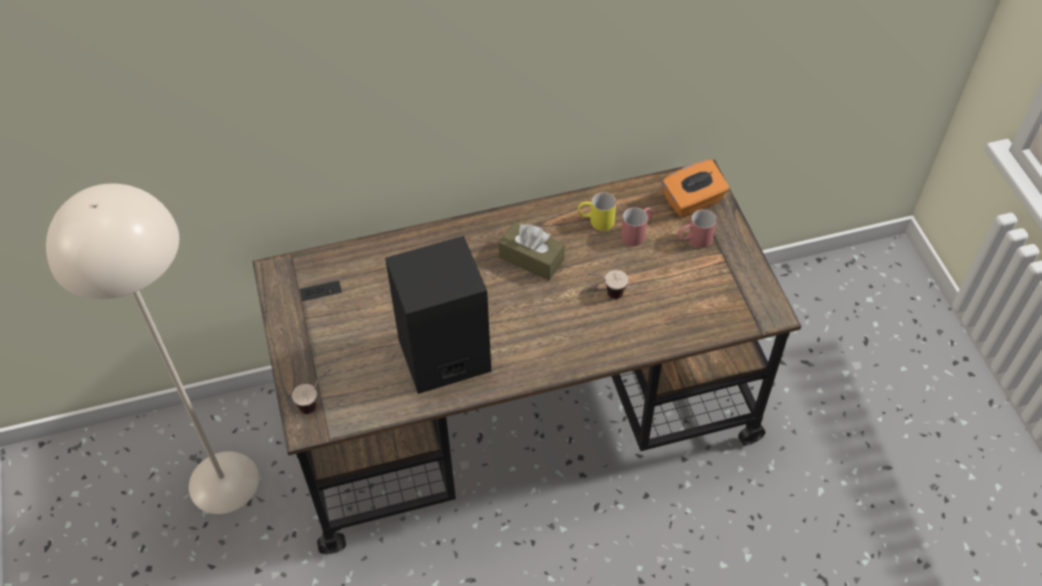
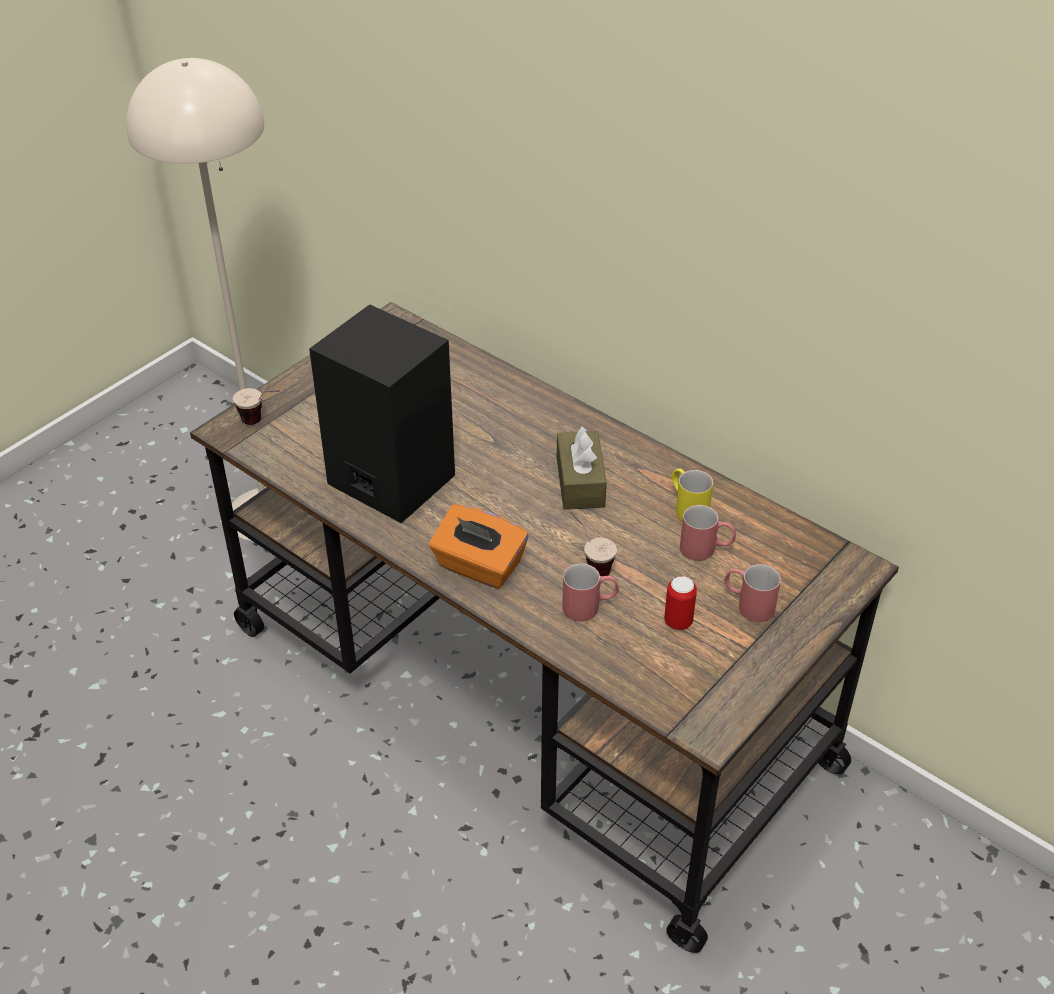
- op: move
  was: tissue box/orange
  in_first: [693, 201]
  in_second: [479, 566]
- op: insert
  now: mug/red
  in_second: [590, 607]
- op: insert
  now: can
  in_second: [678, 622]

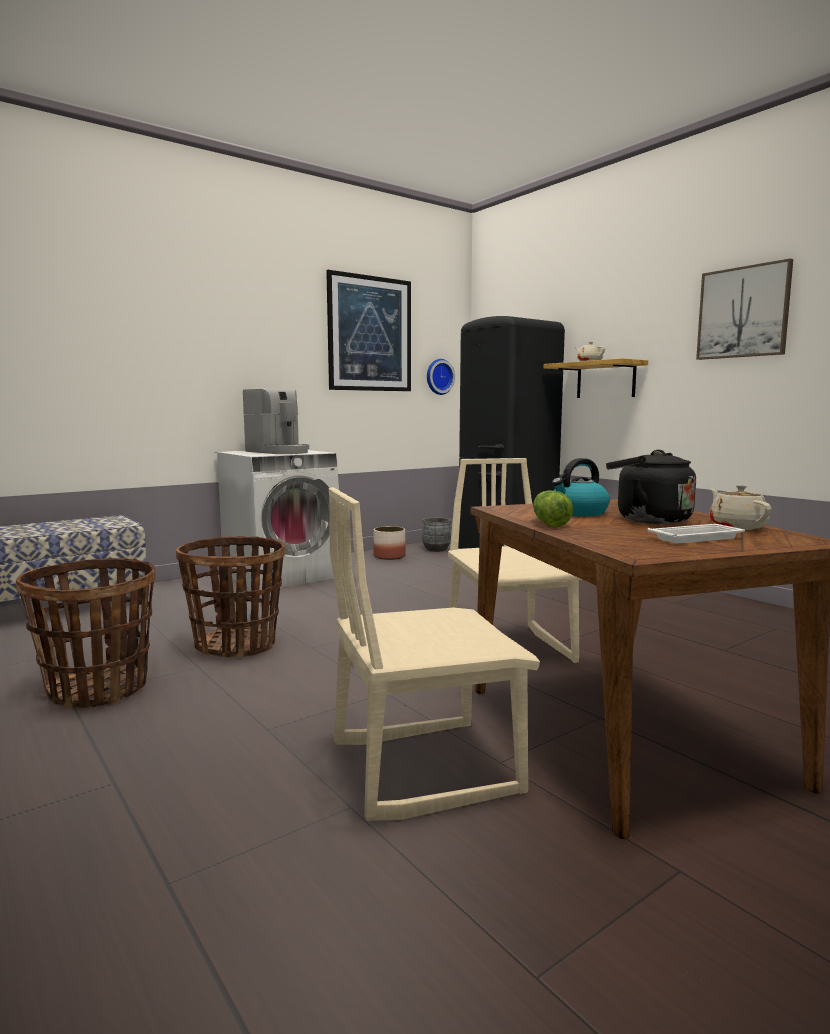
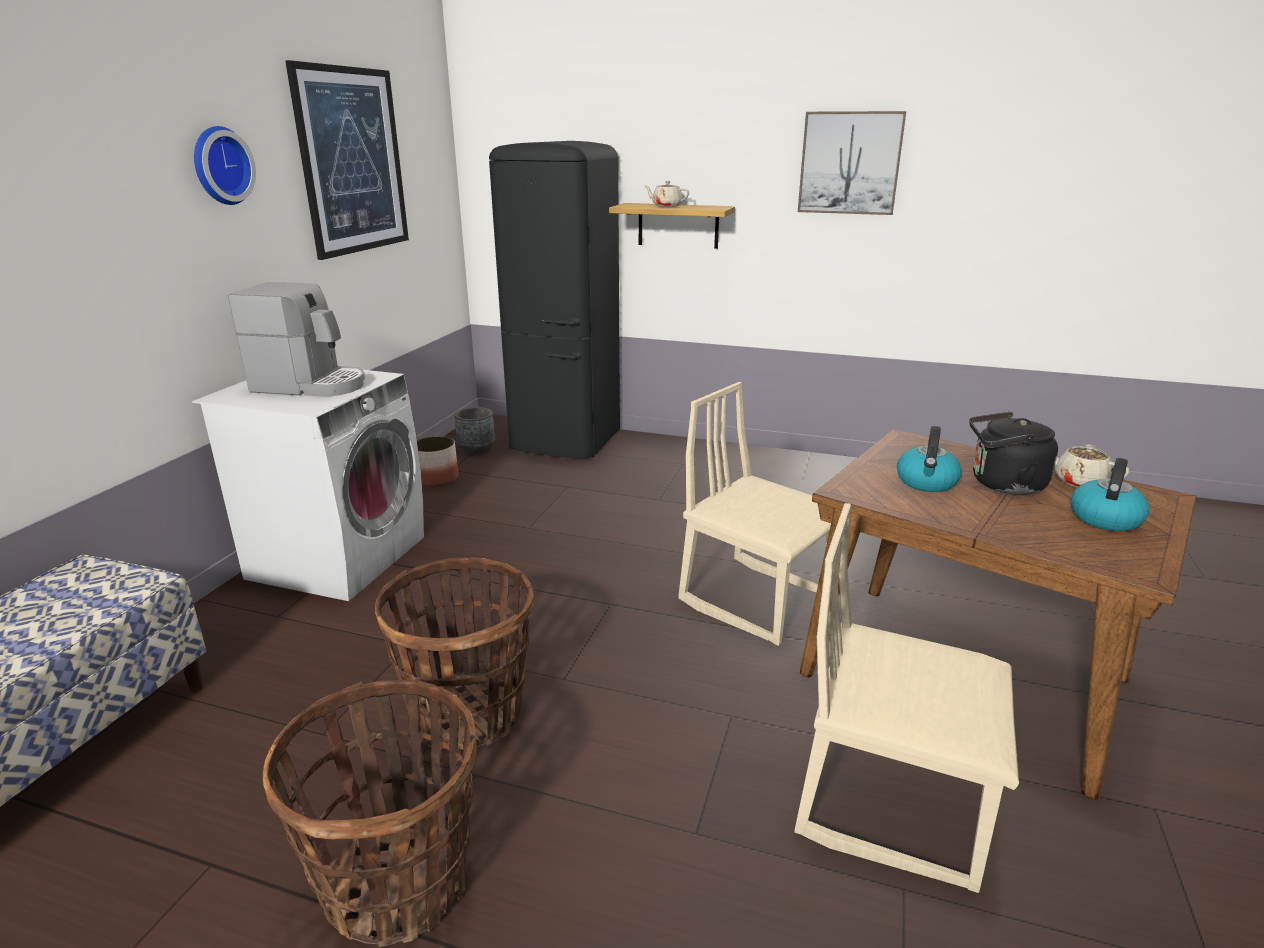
- op: move
  was: wall clock
  in_first: [438, 377]
  in_second: [219, 166]
- op: rotate
  was: chair/beige
  in_first: [424, 767]
  in_second: [890, 801]
  clockwise: 75
- op: delete
  was: lettuce
  in_first: [549, 523]
- op: replace
  was: tray/white
  now: kettle
  in_first: [697, 538]
  in_second: [1104, 518]

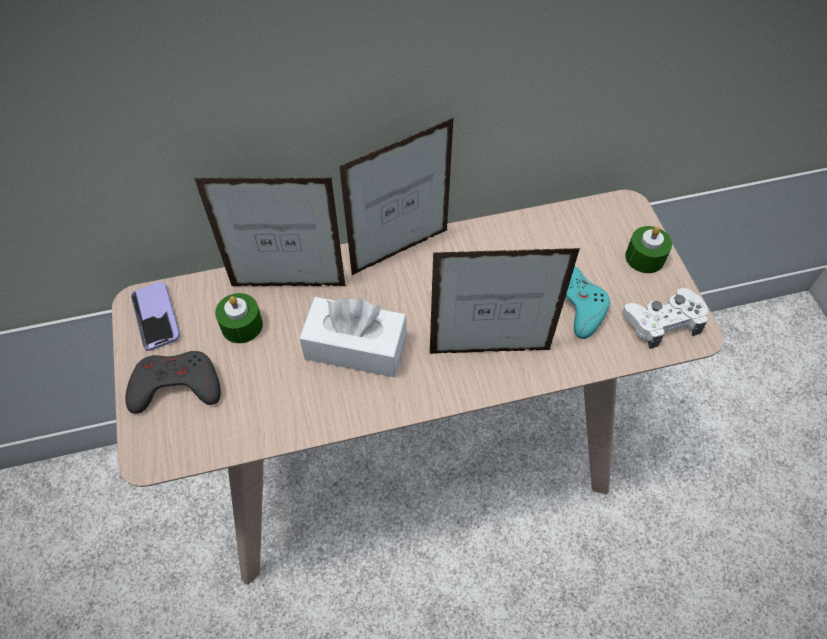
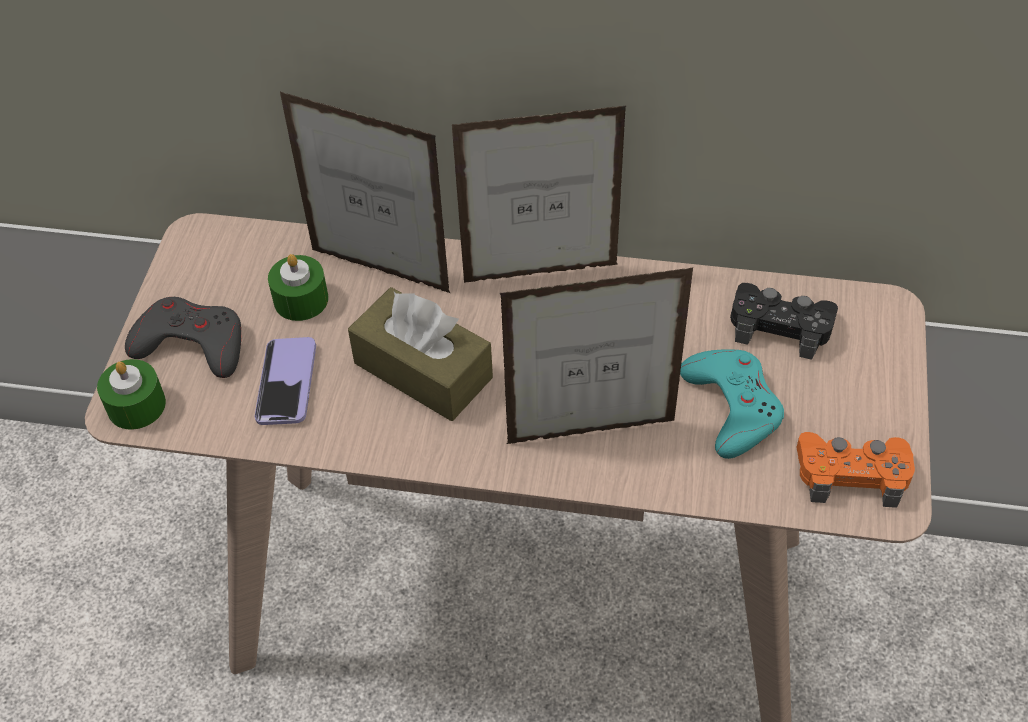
- op: move
  was: candle/green
  in_first: [645, 257]
  in_second: [136, 405]
- op: rotate
  was: picture frame
  in_first: [490, 351]
  in_second: [590, 432]
  clockwise: 150
- op: move
  was: phone
  in_first: [156, 317]
  in_second: [286, 383]
- op: recolor
  was: game controller/white
  now: game controller/orange
  in_first: [663, 321]
  in_second: [851, 474]
- op: recolor
  was: tissue box/white
  now: tissue box/brown
  in_first: [355, 347]
  in_second: [423, 370]
- op: insert
  now: game controller/black
  in_second: [780, 326]

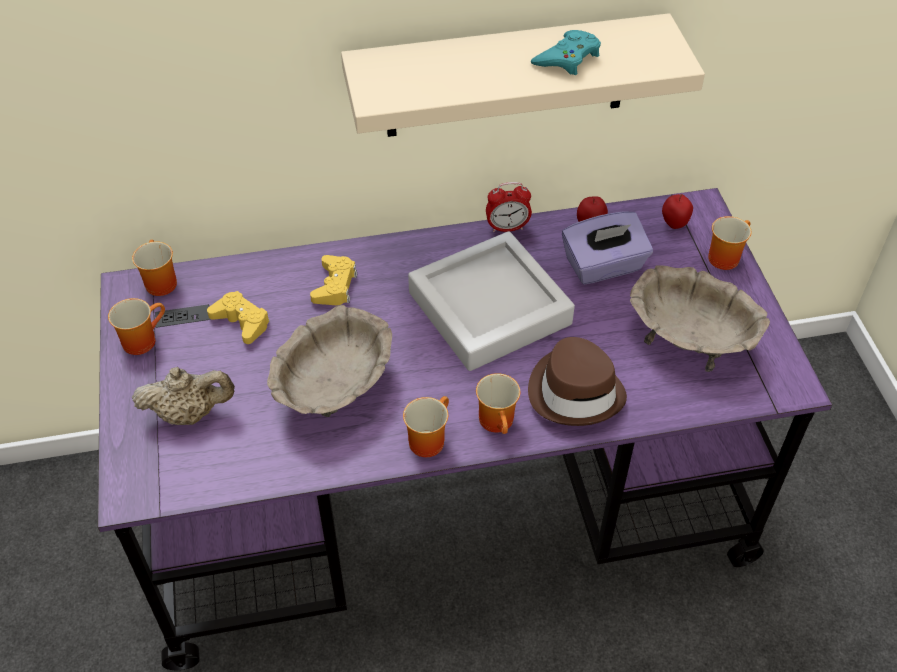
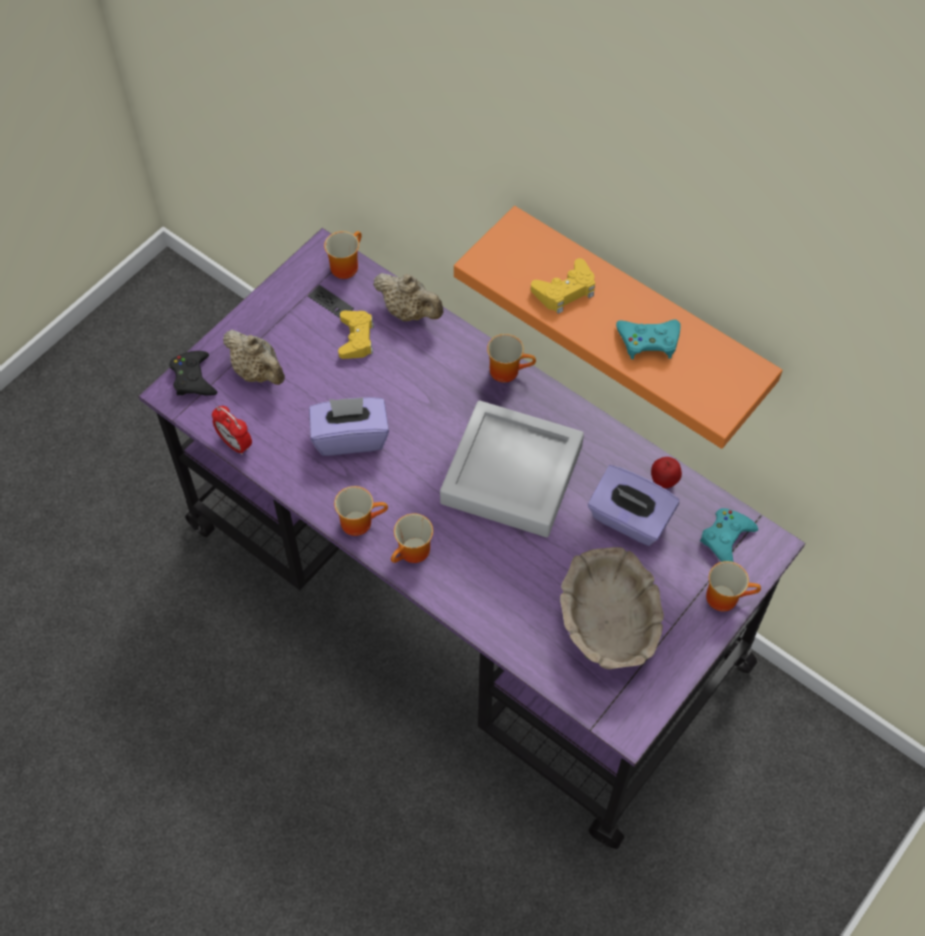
- op: recolor
  was: shelf/beige
  now: shelf/orange
  in_first: [506, 77]
  in_second: [638, 316]
- op: move
  was: alarm clock
  in_first: [507, 228]
  in_second: [235, 444]
- op: replace
  was: apple
  now: game controller/turquoise
  in_first: [674, 224]
  in_second: [726, 538]
- op: move
  was: game controller/yellow
  in_first: [335, 286]
  in_second: [565, 291]
- op: move
  was: mug
  in_first: [141, 339]
  in_second: [508, 369]
- op: replace
  was: bowl/beige
  now: tissue box/purple
  in_first: [335, 390]
  in_second: [350, 437]
- op: delete
  was: hat/brown
  in_first: [575, 391]
- op: insert
  now: teapot/beige
  in_second: [410, 312]
- op: insert
  now: game controller/black
  in_second: [193, 378]

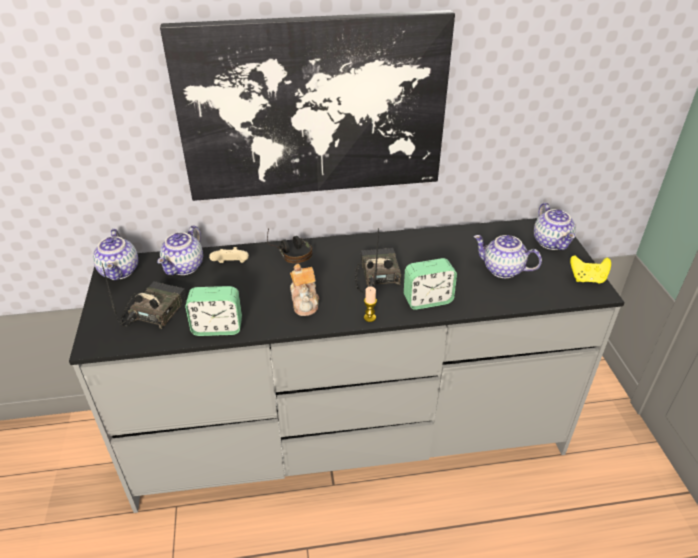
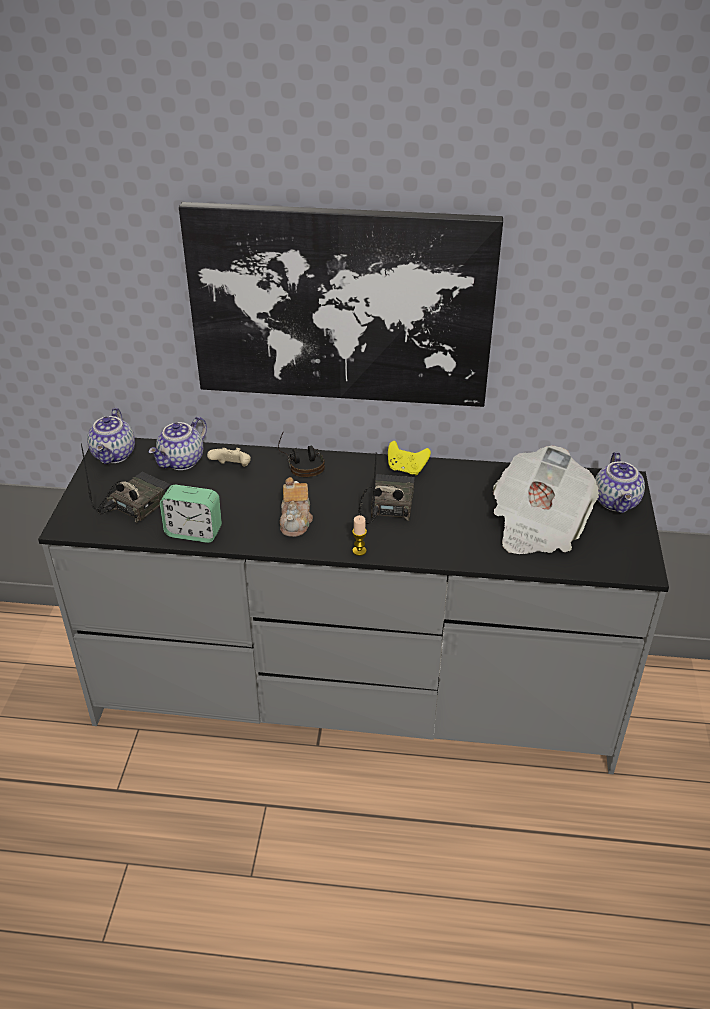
- op: replace
  was: teapot
  now: newspaper
  in_first: [502, 270]
  in_second: [537, 524]
- op: move
  was: game controller/yellow
  in_first: [587, 279]
  in_second: [406, 469]
- op: delete
  was: alarm clock
  in_first: [427, 300]

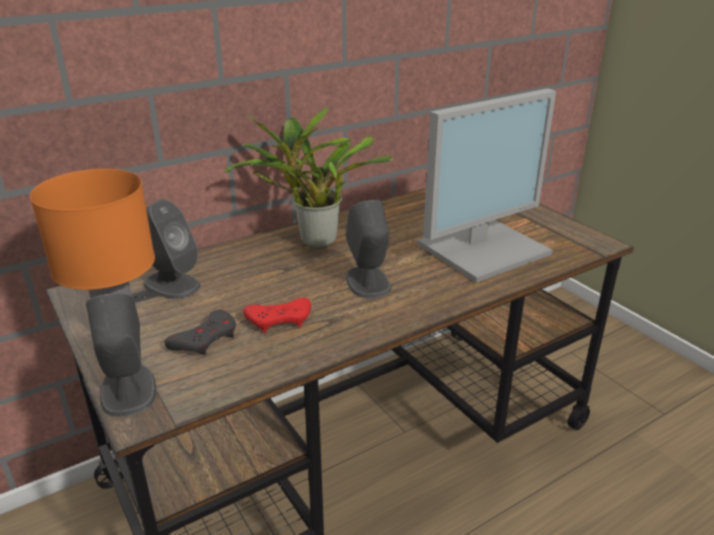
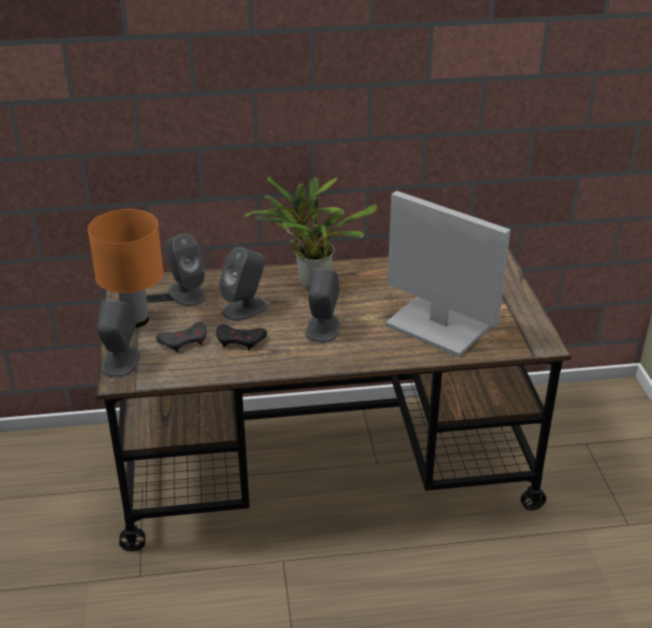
- op: rotate
  was: monitor
  in_first: [483, 248]
  in_second: [439, 323]
  clockwise: -135
- op: recolor
  was: game controller/red
  now: game controller/black
  in_first: [279, 319]
  in_second: [240, 340]
- op: insert
  now: speaker/grey
  in_second: [245, 308]

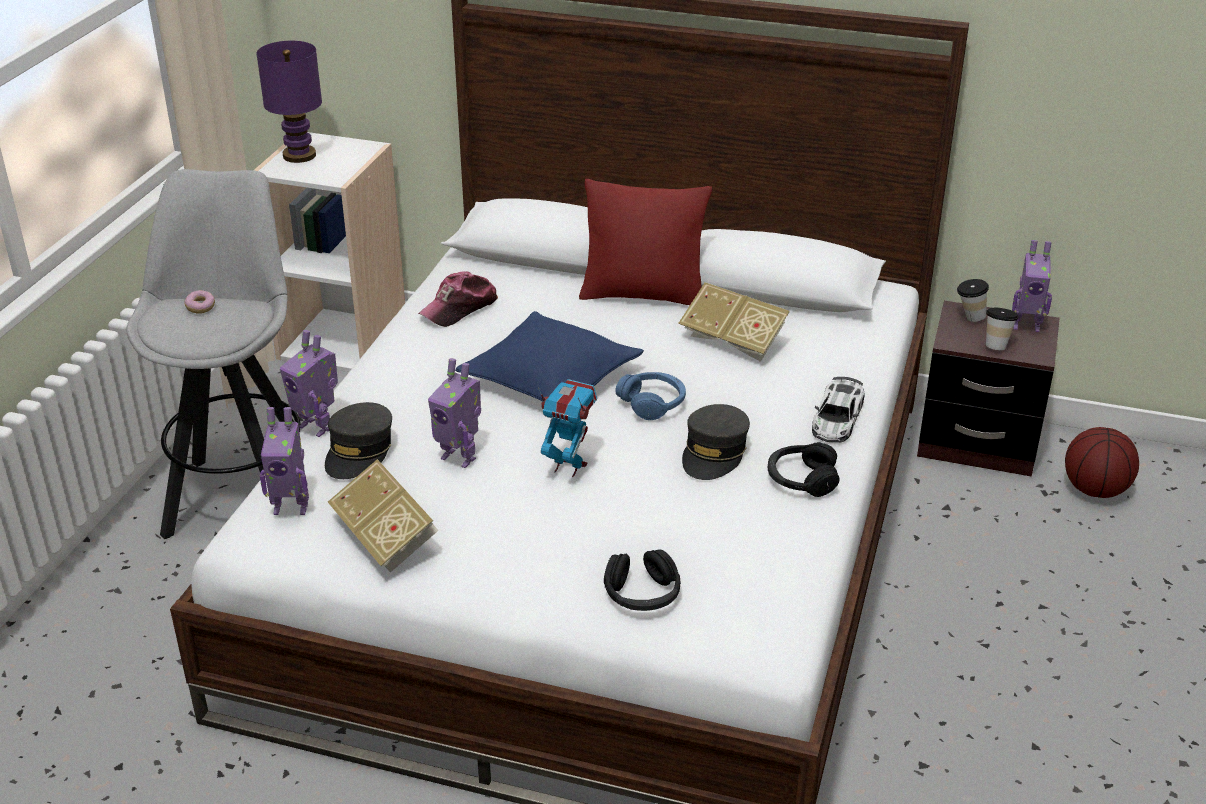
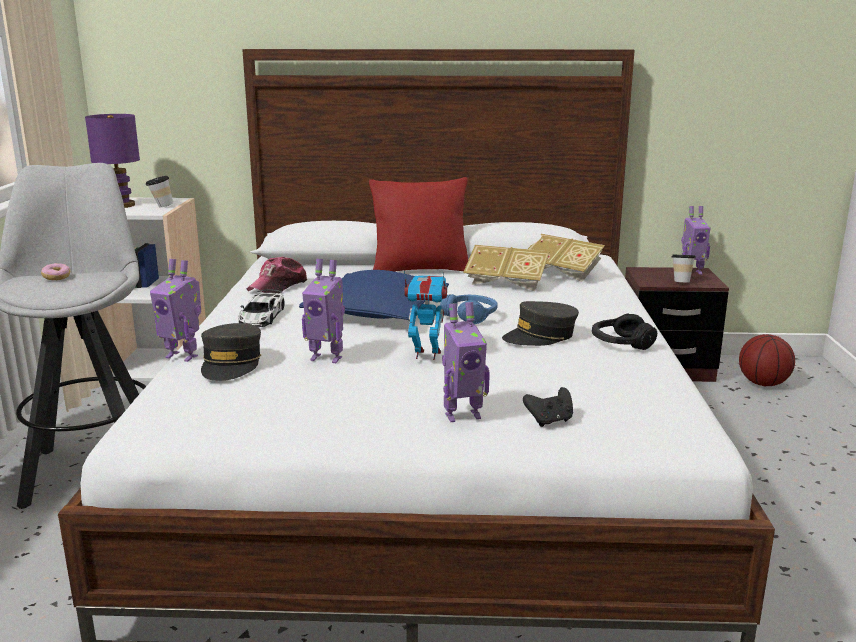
- op: move
  was: cup
  in_first: [969, 318]
  in_second: [161, 206]
- op: move
  was: toy car
  in_first: [837, 418]
  in_second: [262, 316]
- op: rotate
  was: cap/grey
  in_first: [714, 453]
  in_second: [540, 336]
  clockwise: 60
- op: move
  was: toy robot
  in_first: [291, 507]
  in_second: [462, 415]
- op: move
  was: book
  in_first: [386, 537]
  in_second: [561, 273]
- op: replace
  was: headphones/black
  now: game controller/black
  in_first: [642, 594]
  in_second: [550, 421]

